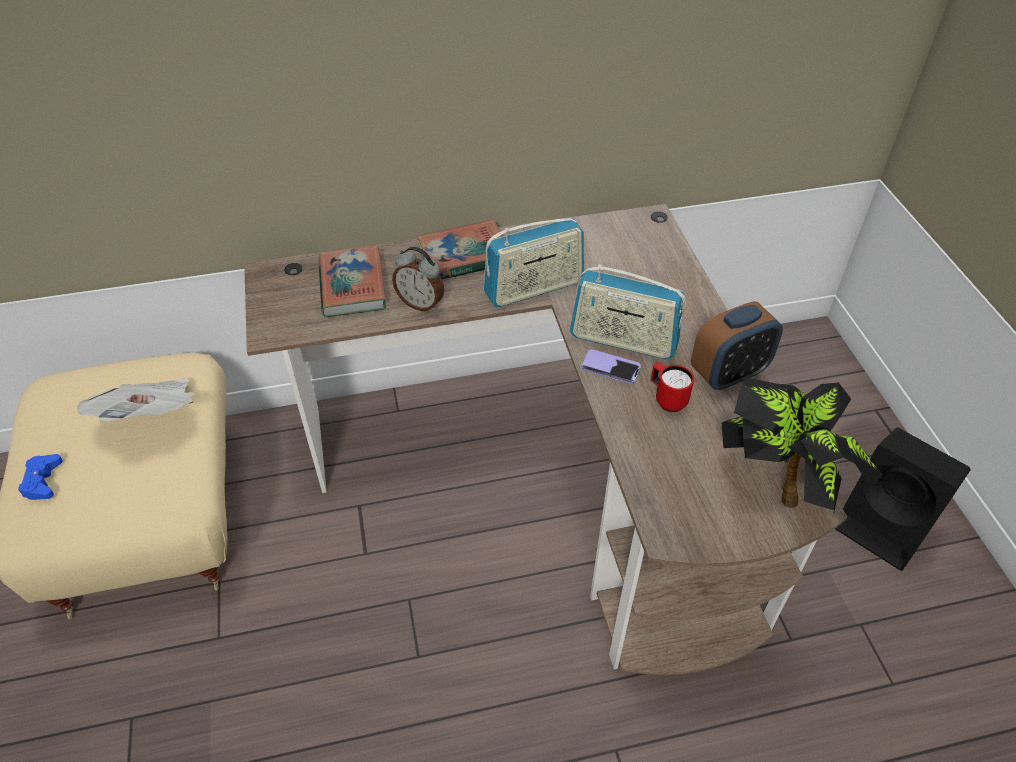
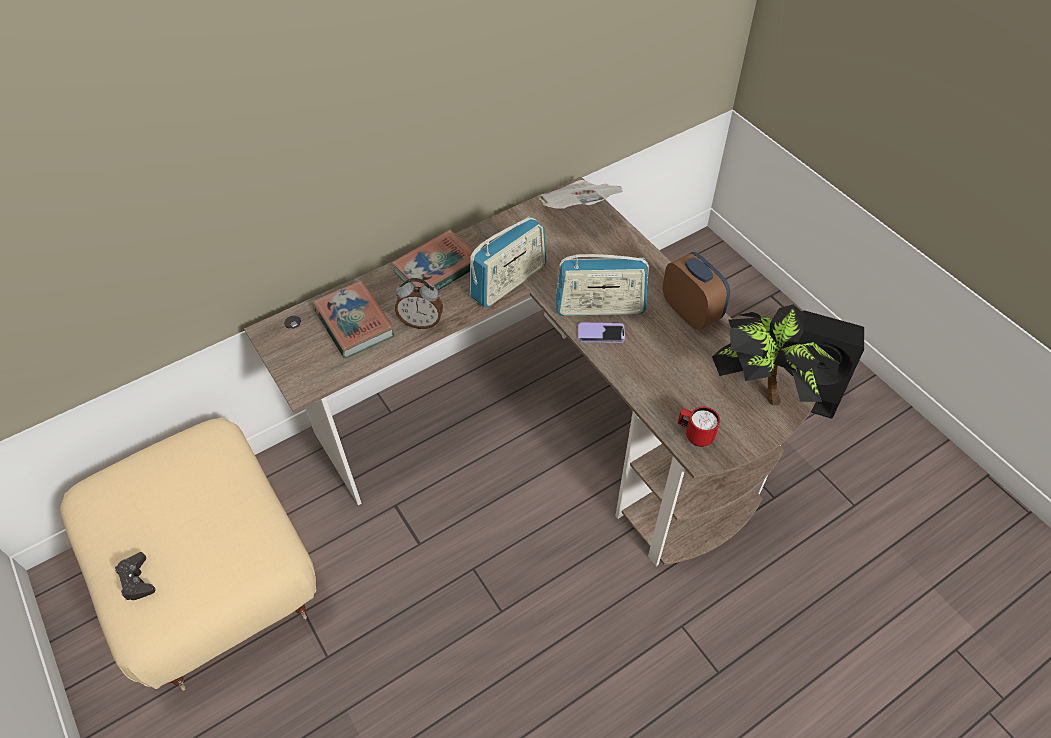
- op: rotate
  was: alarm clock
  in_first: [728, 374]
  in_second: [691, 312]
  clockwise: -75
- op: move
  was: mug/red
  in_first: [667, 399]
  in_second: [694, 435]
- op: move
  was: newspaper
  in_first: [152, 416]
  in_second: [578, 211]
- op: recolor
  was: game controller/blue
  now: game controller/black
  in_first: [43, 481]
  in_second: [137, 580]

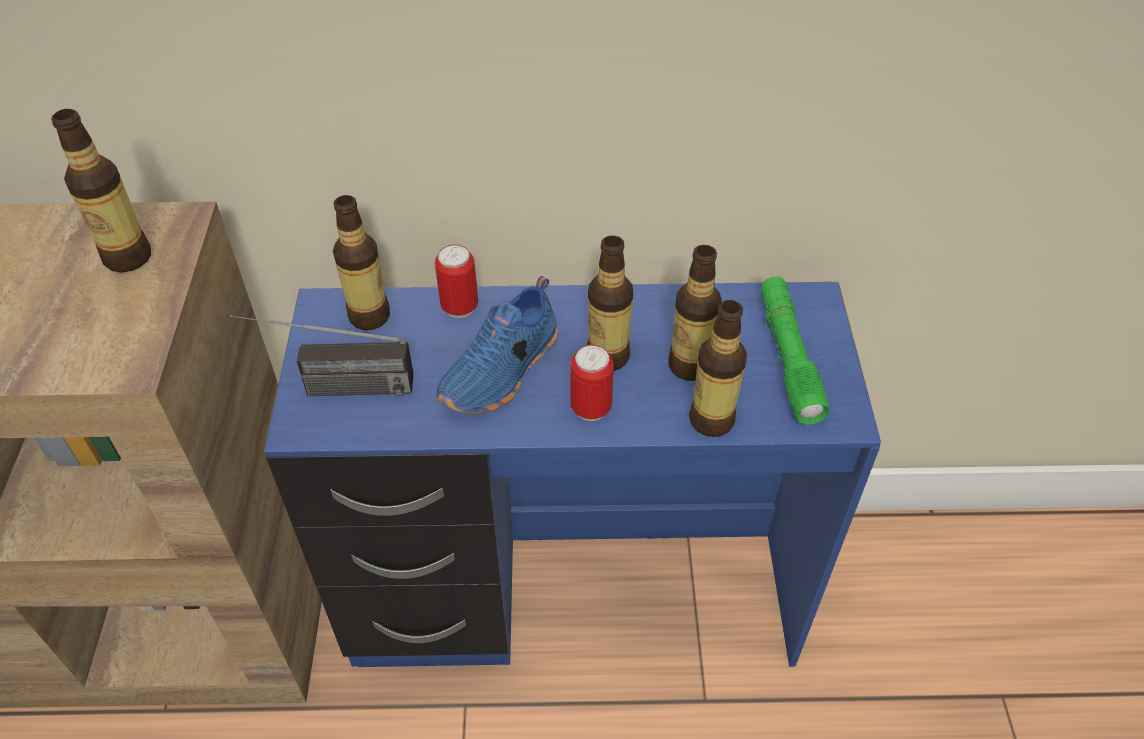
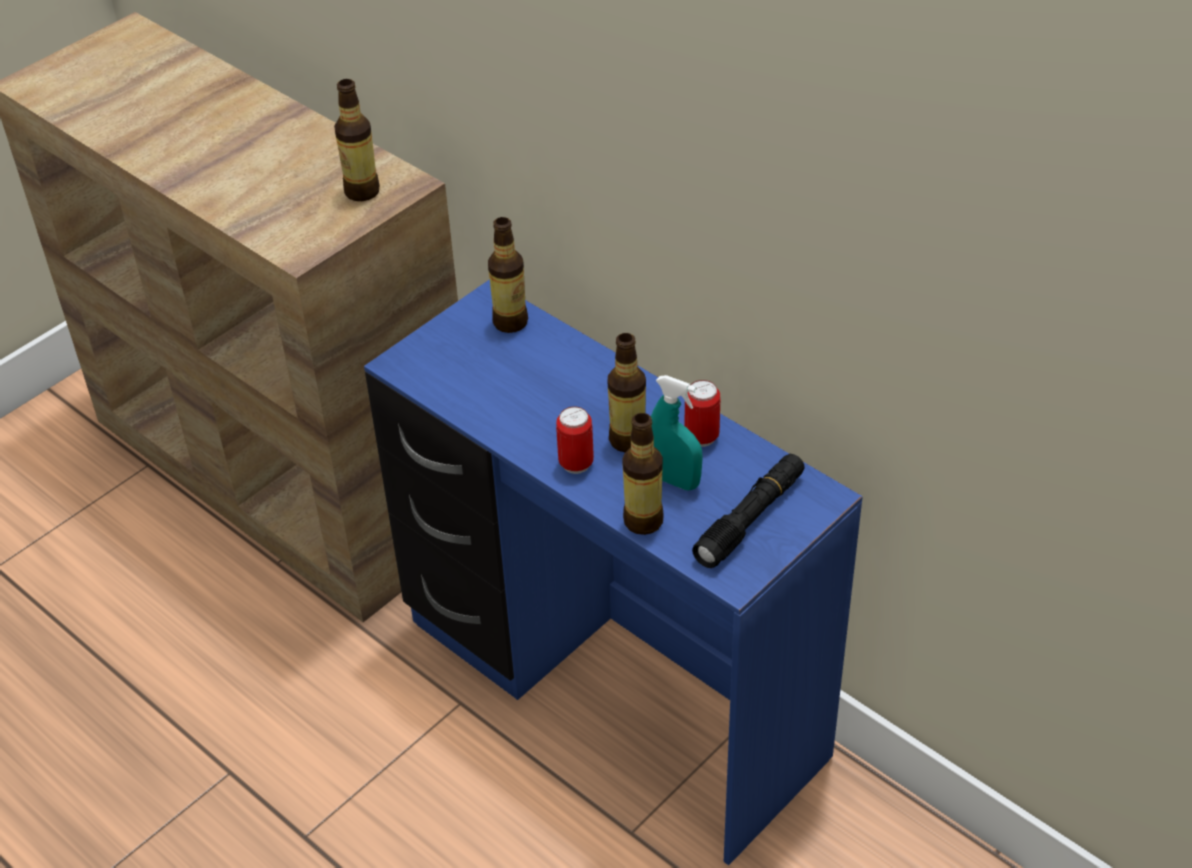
- op: move
  was: can
  in_first: [459, 307]
  in_second: [701, 437]
- op: replace
  was: bottle
  now: spray bottle/turquoise
  in_first: [689, 366]
  in_second: [674, 480]
- op: delete
  was: shoe/blue
  in_first: [503, 371]
- op: recolor
  was: flashlight/green
  now: flashlight/black
  in_first: [788, 357]
  in_second: [750, 519]
- op: delete
  was: radio
  in_first: [332, 388]

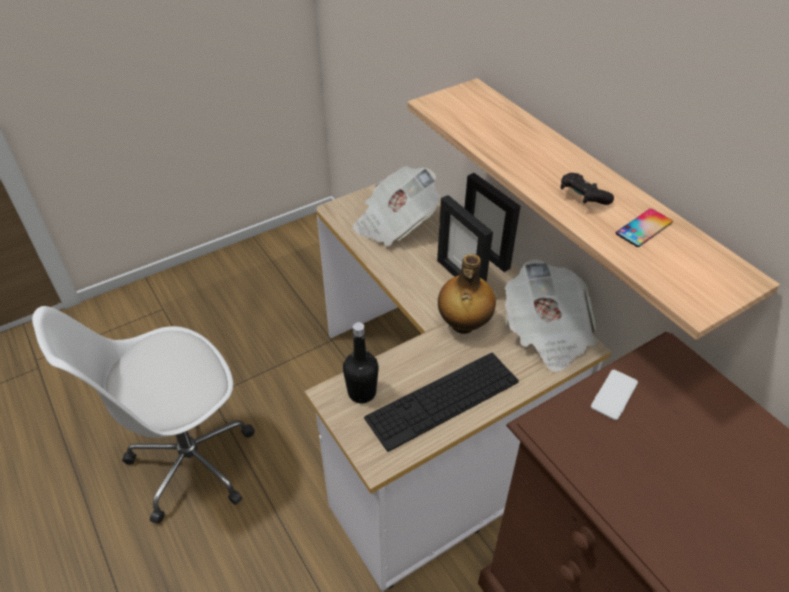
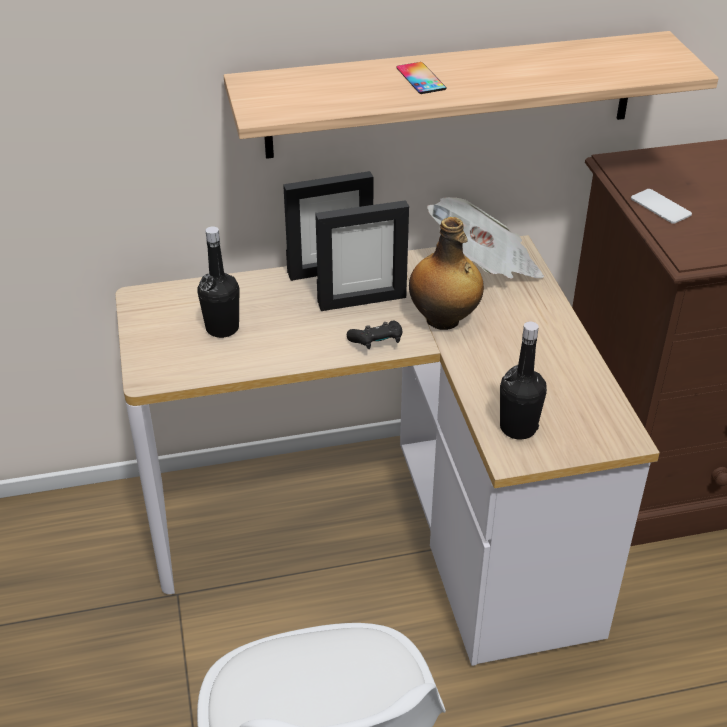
- op: replace
  was: newspaper
  now: bottle/black
  in_first: [395, 223]
  in_second: [222, 328]
- op: move
  was: game controller/black
  in_first: [582, 198]
  in_second: [377, 343]
- op: move
  was: phone
  in_first: [644, 228]
  in_second: [421, 78]
- op: delete
  was: keyboard
  in_first: [443, 399]

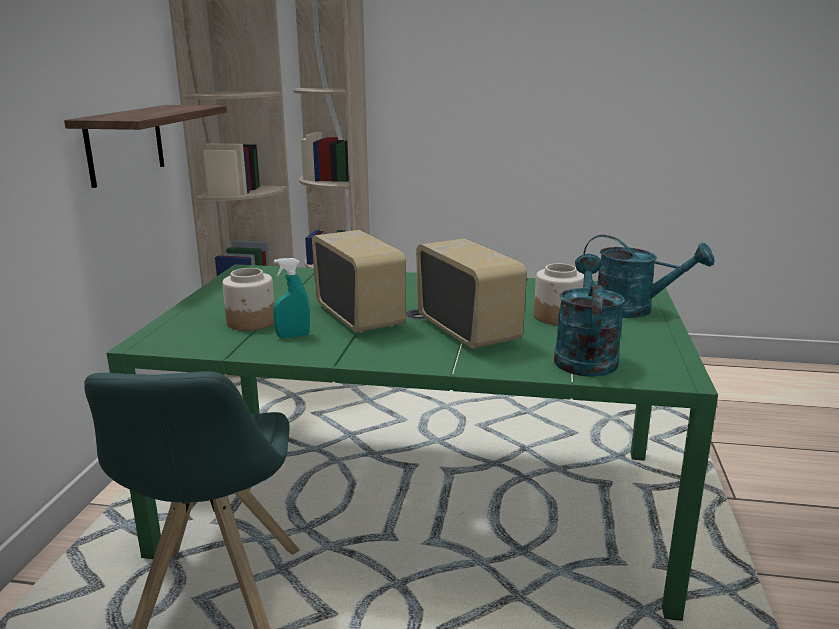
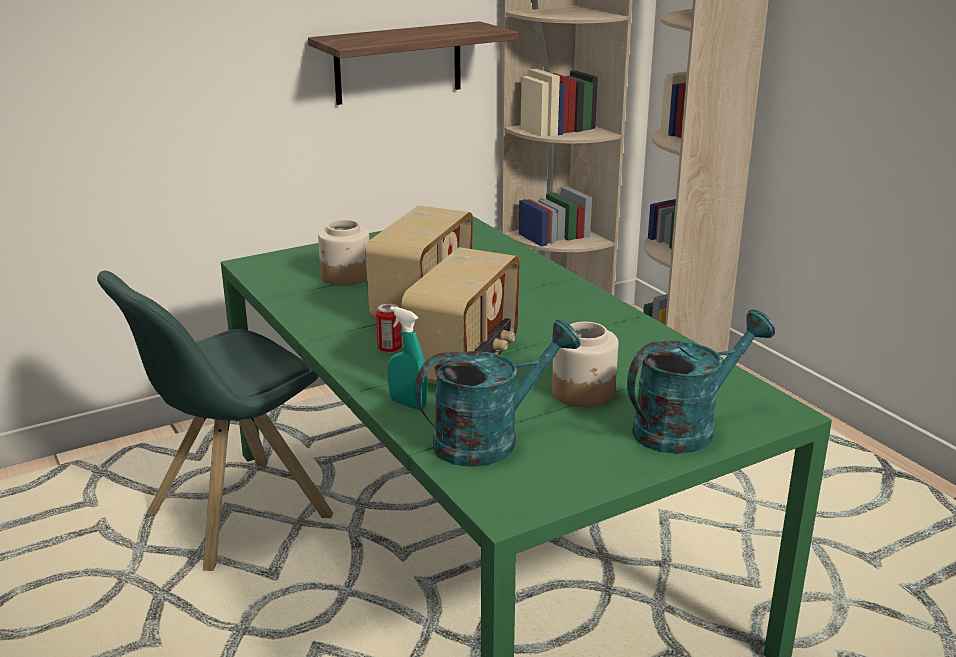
- op: rotate
  was: watering can/turquoise
  in_first: [634, 310]
  in_second: [685, 427]
  clockwise: -105
- op: move
  was: spray bottle/turquoise
  in_first: [293, 336]
  in_second: [408, 404]
- op: insert
  now: can
  in_second: [389, 349]

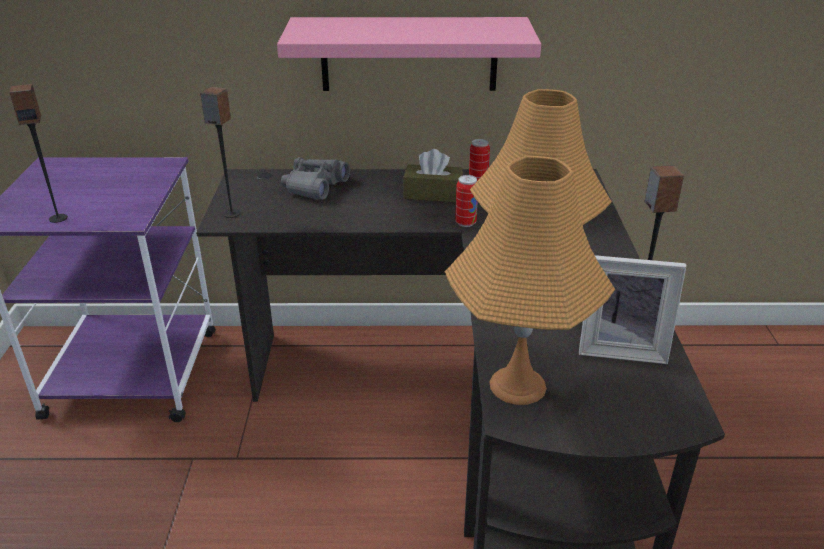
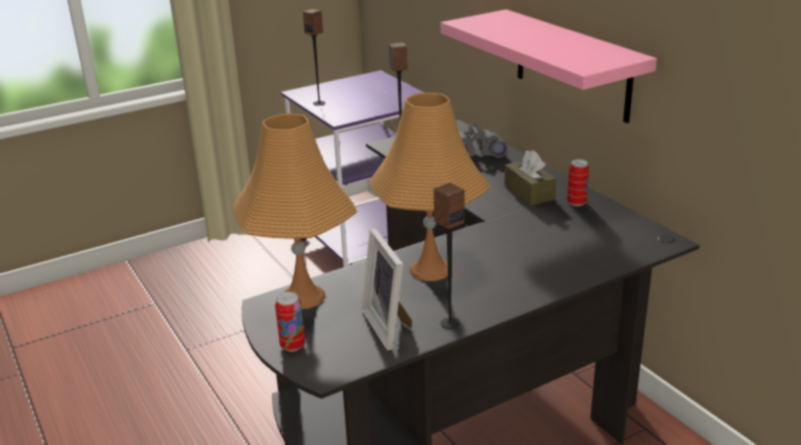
- op: move
  was: can
  in_first: [465, 223]
  in_second: [292, 346]

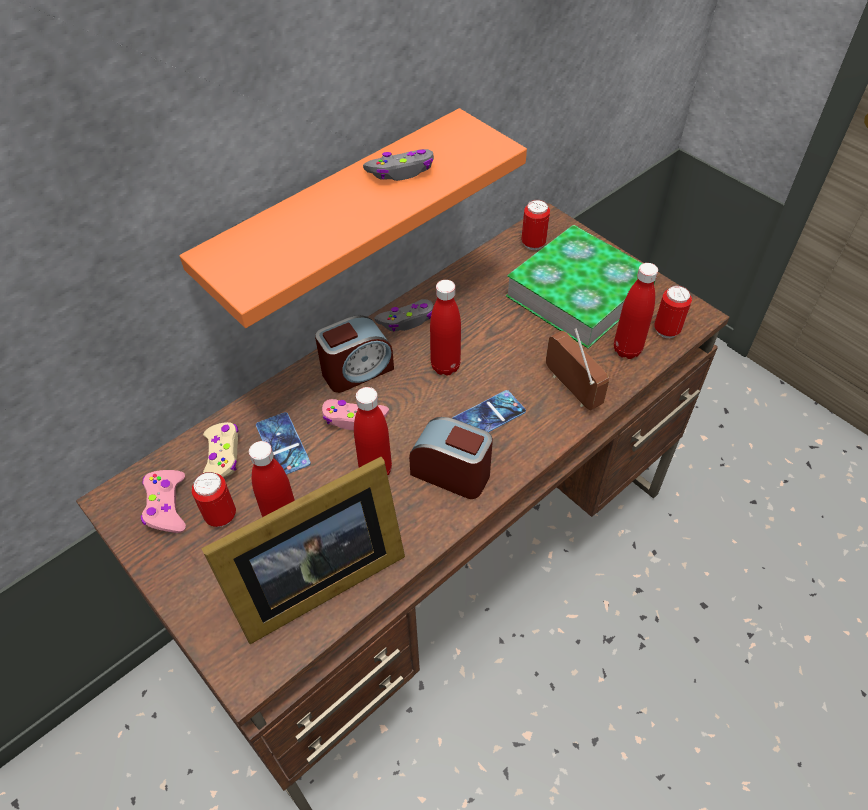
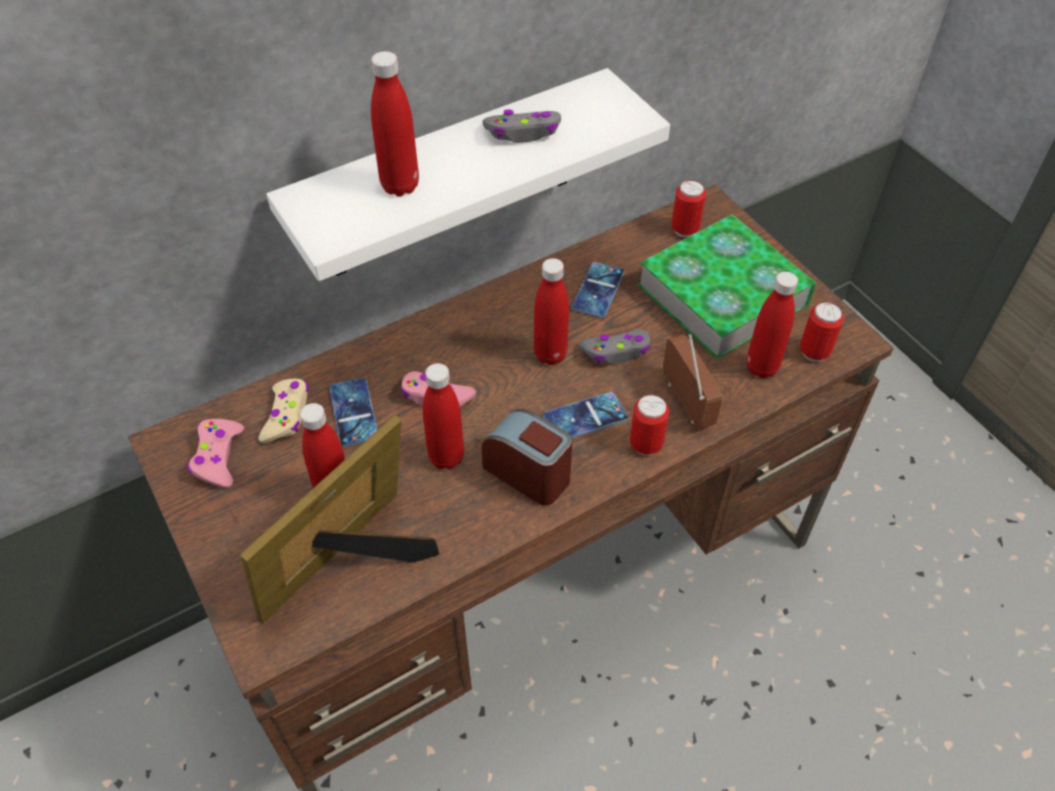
- op: recolor
  was: shelf/orange
  now: shelf/white
  in_first: [337, 222]
  in_second: [451, 178]
- op: move
  was: game controller/grey
  in_first: [407, 320]
  in_second: [616, 351]
- op: delete
  was: alarm clock
  in_first: [357, 370]
- op: rotate
  was: picture frame
  in_first: [312, 581]
  in_second: [352, 563]
  clockwise: 150
- op: move
  was: can
  in_first: [221, 516]
  in_second: [645, 444]
- op: insert
  now: bottle/red
  in_second: [400, 186]
- op: insert
  now: phone
  in_second: [598, 290]

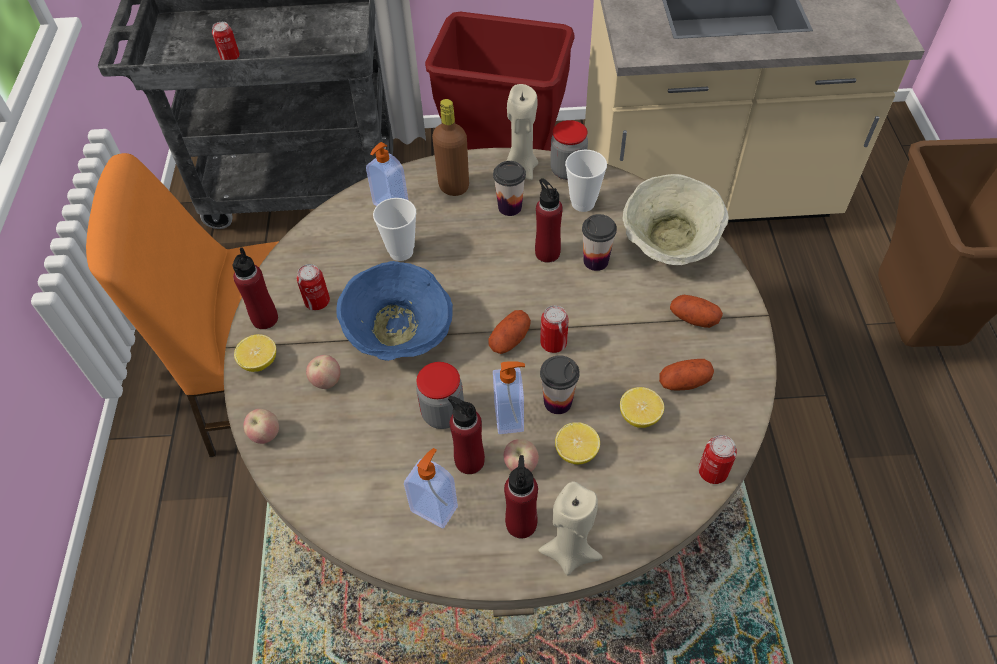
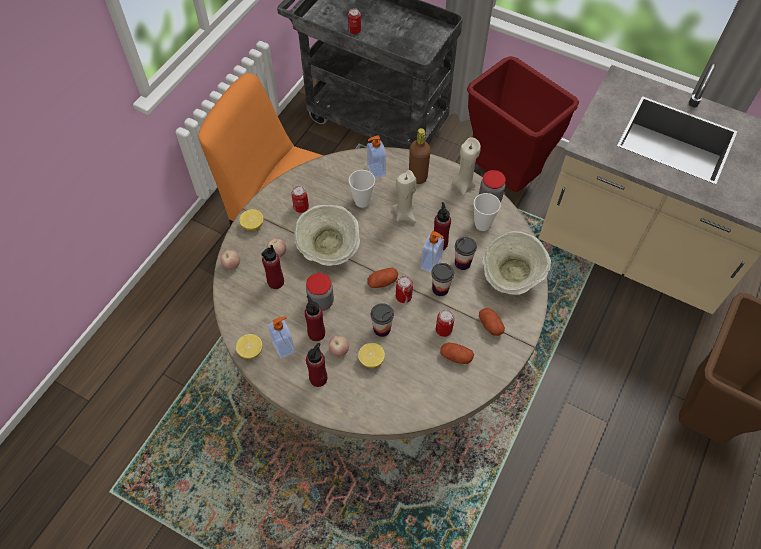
- op: move
  was: cup
  in_first: [510, 207]
  in_second: [440, 289]
- op: move
  was: bottle/red
  in_first: [265, 319]
  in_second: [275, 282]
- op: recolor
  was: bowl/blue
  now: bowl/beige
  in_first: [400, 336]
  in_second: [329, 249]
- op: move
  was: soap dispenser
  in_first: [510, 417]
  in_second: [431, 264]
- op: move
  was: lemon
  in_first: [639, 416]
  in_second: [251, 351]
- op: move
  was: can
  in_first: [712, 472]
  in_second: [443, 330]
- op: move
  was: candle/beige
  in_first: [570, 552]
  in_second: [404, 214]

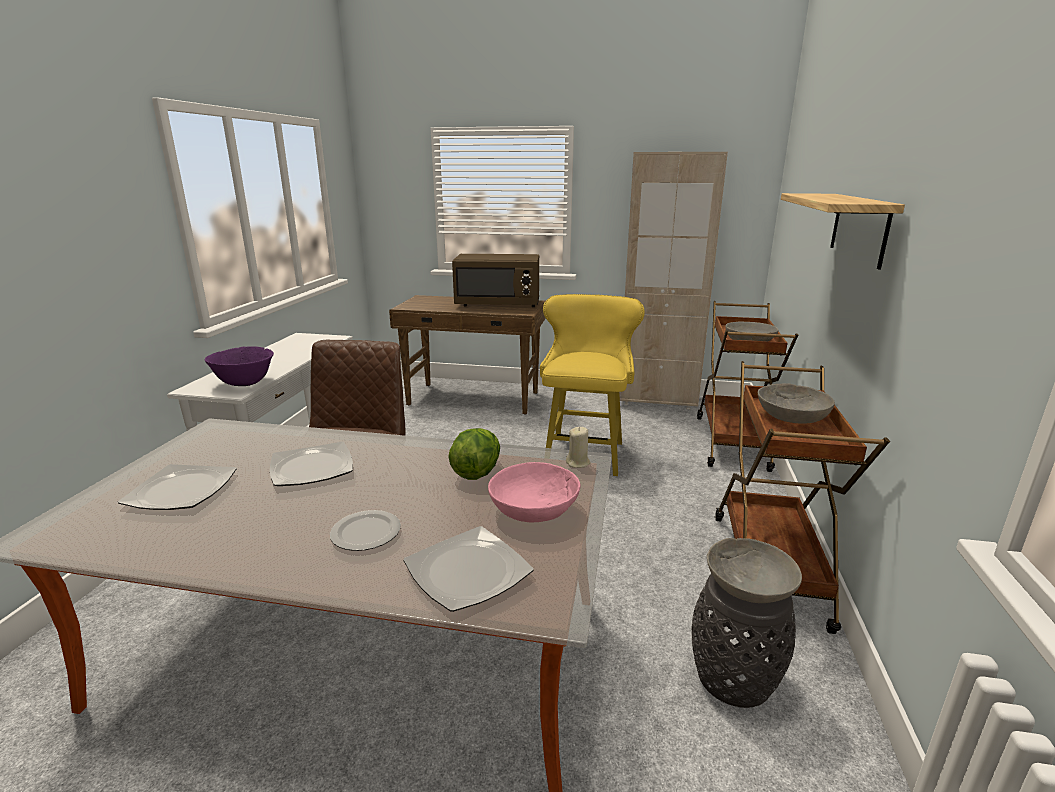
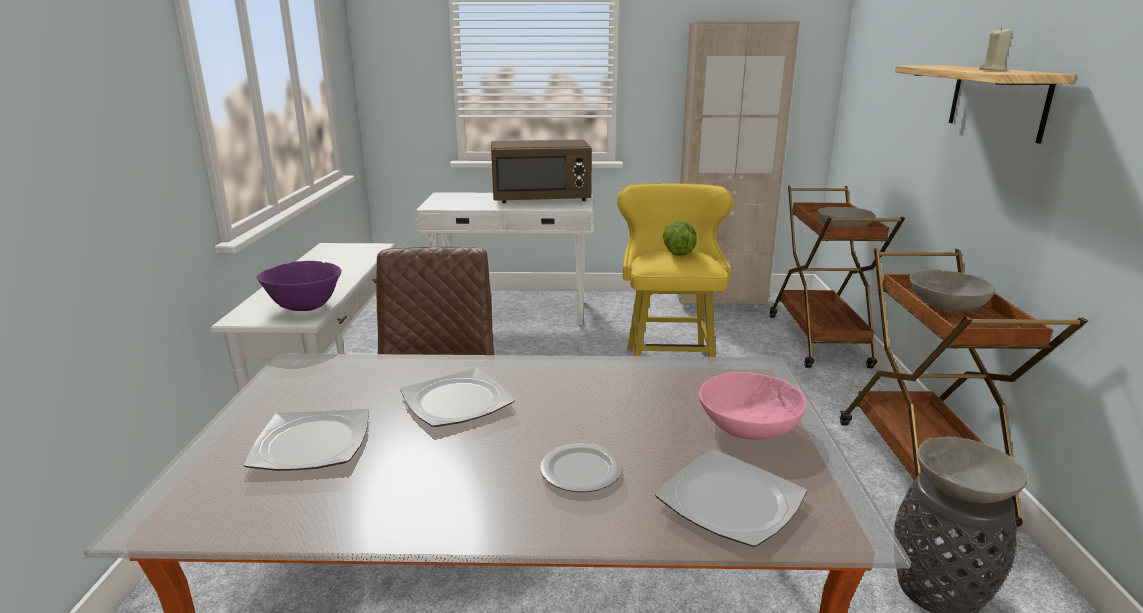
- op: recolor
  was: console table/brown
  now: console table/white
  in_first: [474, 399]
  in_second: [513, 312]
- op: move
  was: candle/beige
  in_first: [578, 463]
  in_second: [992, 70]
- op: move
  was: lettuce
  in_first: [476, 471]
  in_second: [678, 252]

